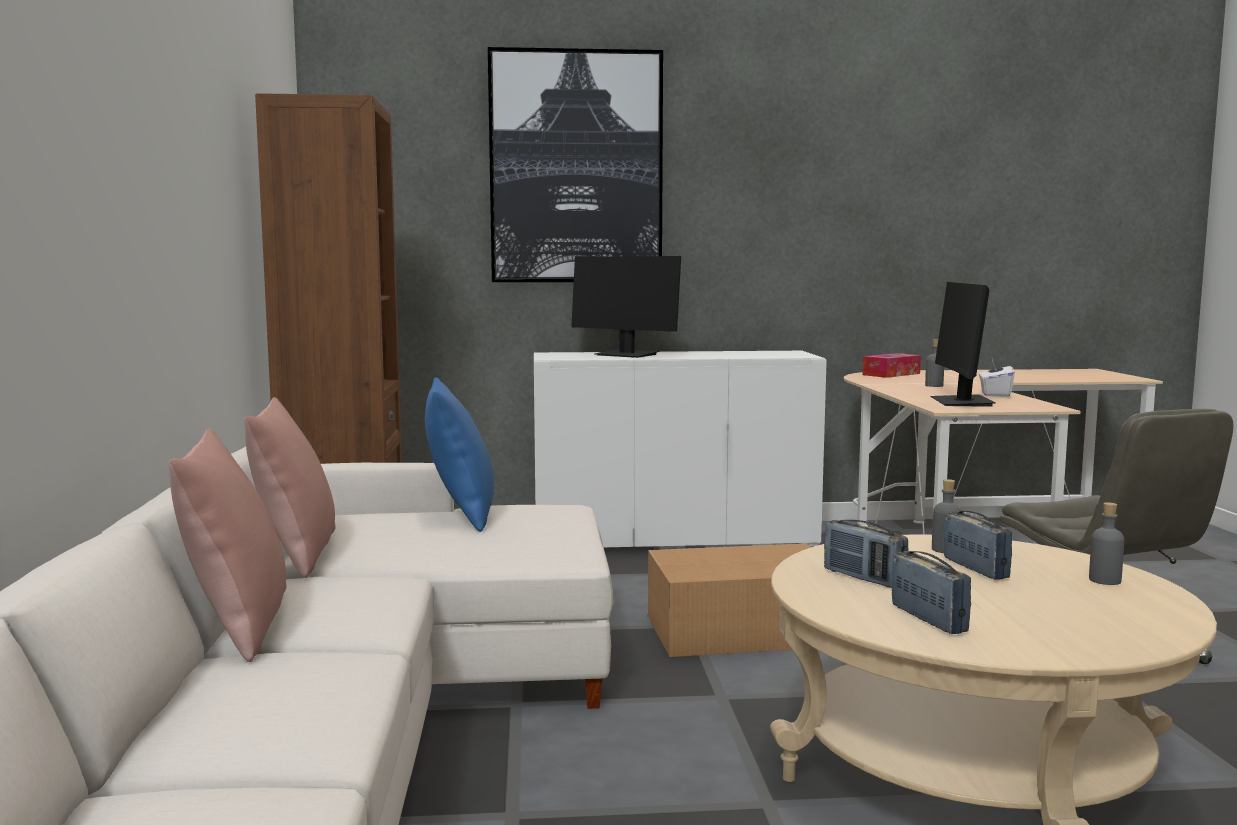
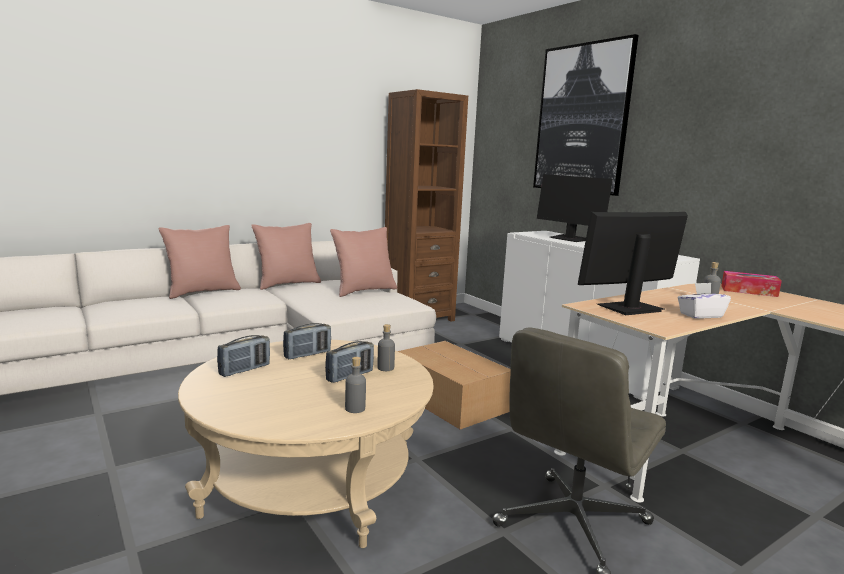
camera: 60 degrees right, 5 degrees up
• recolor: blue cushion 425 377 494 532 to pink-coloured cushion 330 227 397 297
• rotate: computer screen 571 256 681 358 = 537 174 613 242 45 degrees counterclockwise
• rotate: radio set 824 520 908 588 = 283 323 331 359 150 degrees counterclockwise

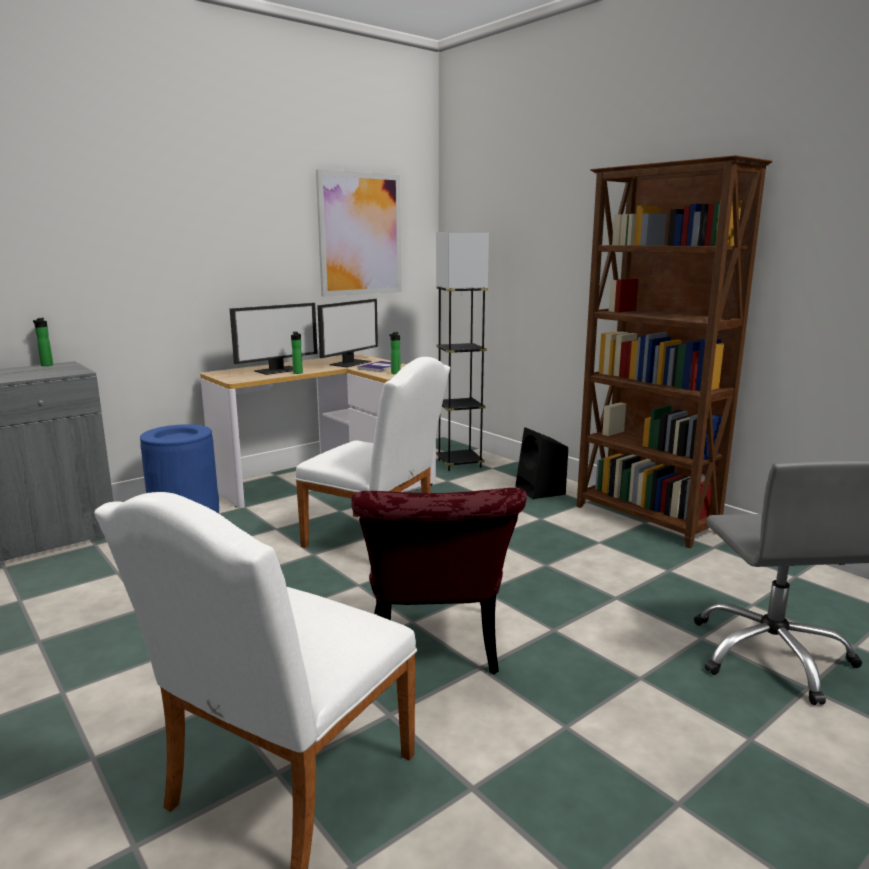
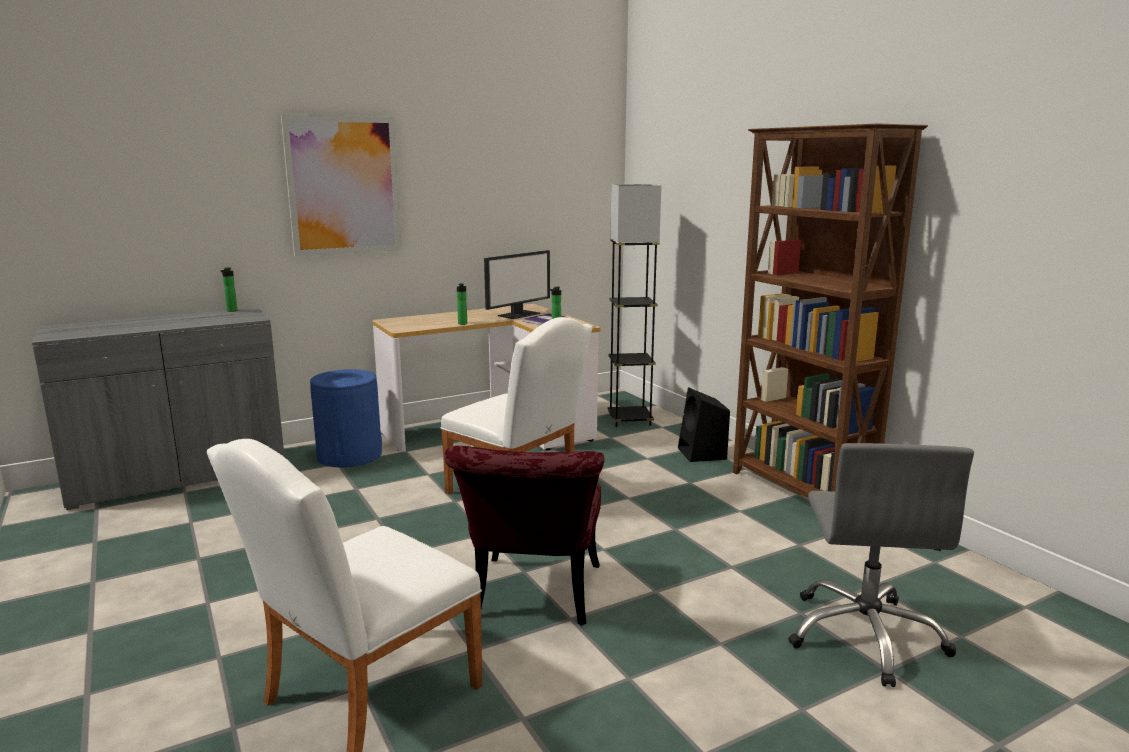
camera: 10 degrees right, 0 degrees up
• delete: computer screen 230 303 318 375
• move: wall art 316 169 401 297 to 281 114 402 256

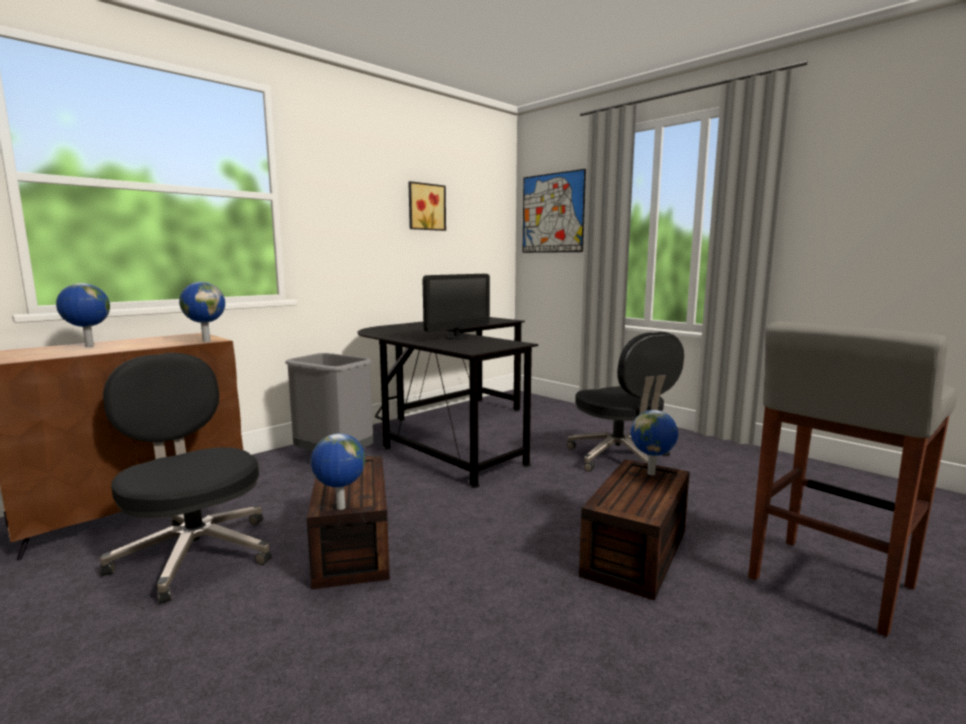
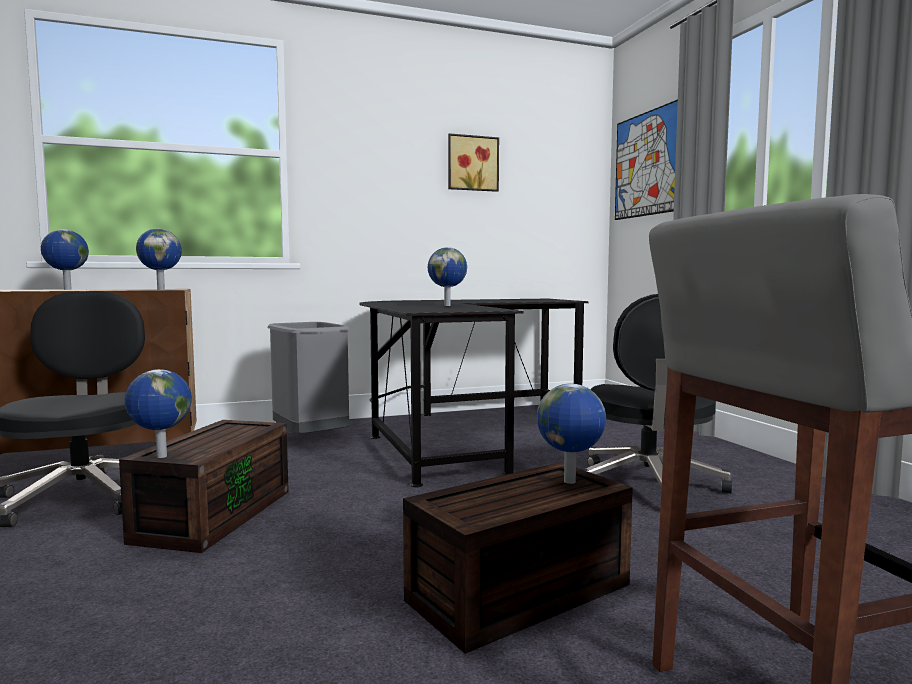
camera: 25 degrees right, 5 degrees down
• replace: computer screen 423 274 490 339 to globe 428 247 467 306

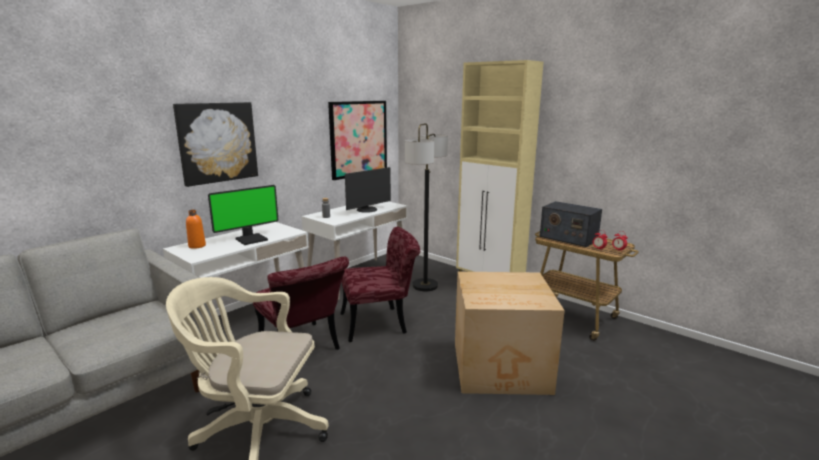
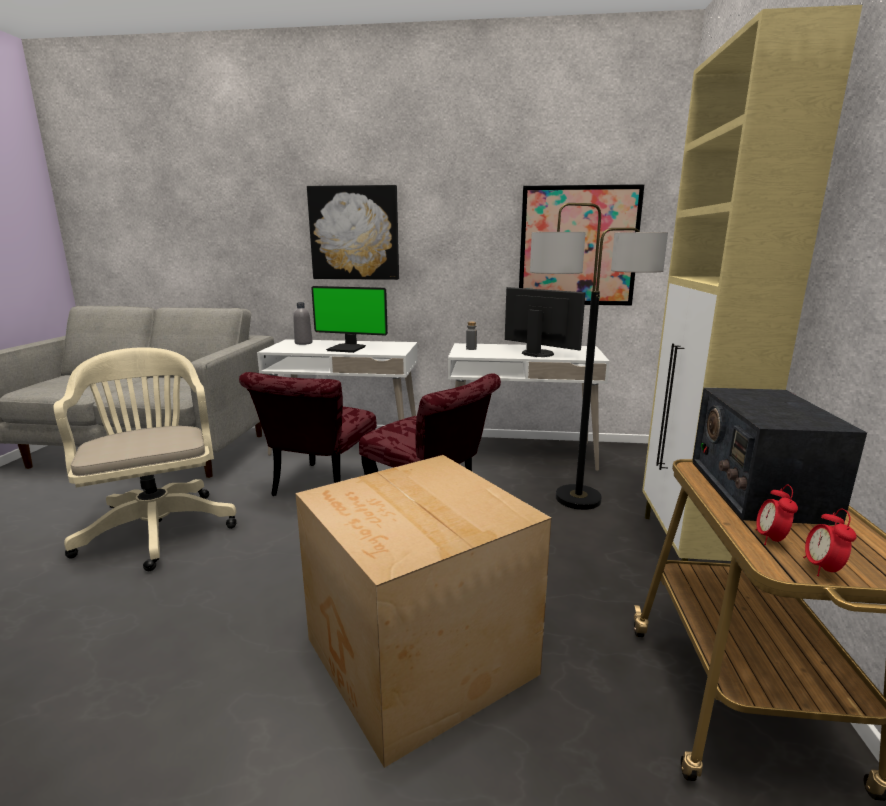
camera: 55 degrees right, 0 degrees up
• recolor: orange-coloured bottle 186 210 206 249 to greyish bottle 293 302 312 345
• rotate: computer screen 345 167 391 213 = 505 287 585 357 150 degrees counterclockwise

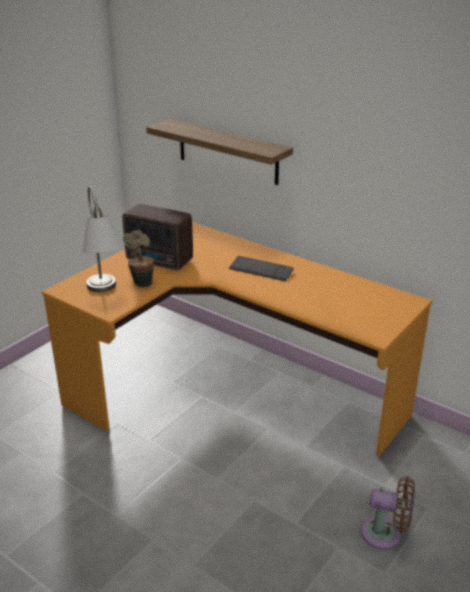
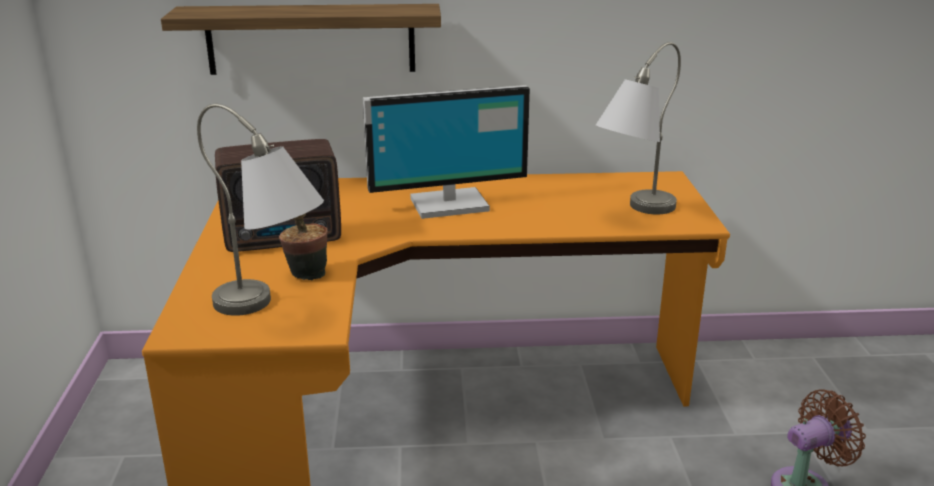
camera: 40 degrees left, 5 degrees down
• replace: keyboard 229 256 294 281 to computer screen 363 85 530 219
• insert: greyish tabletop lamp 596 42 681 214

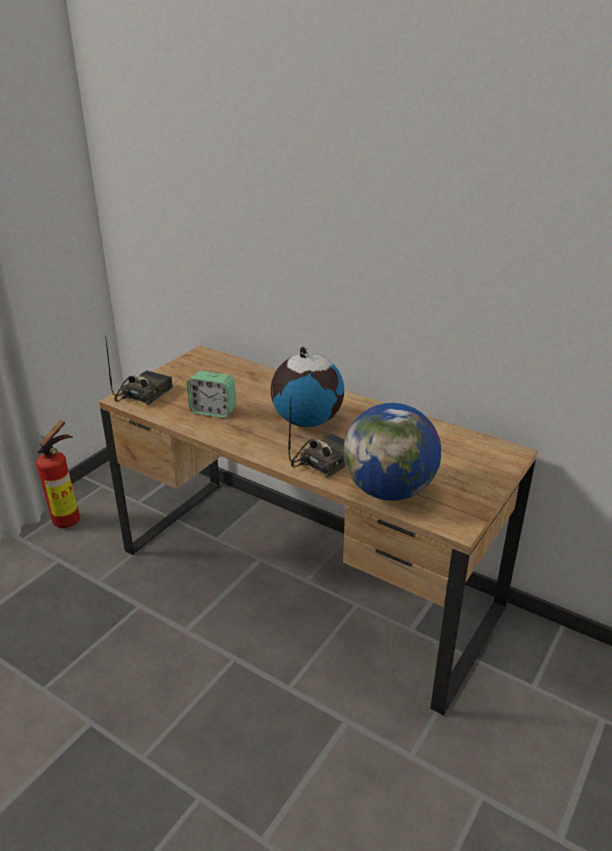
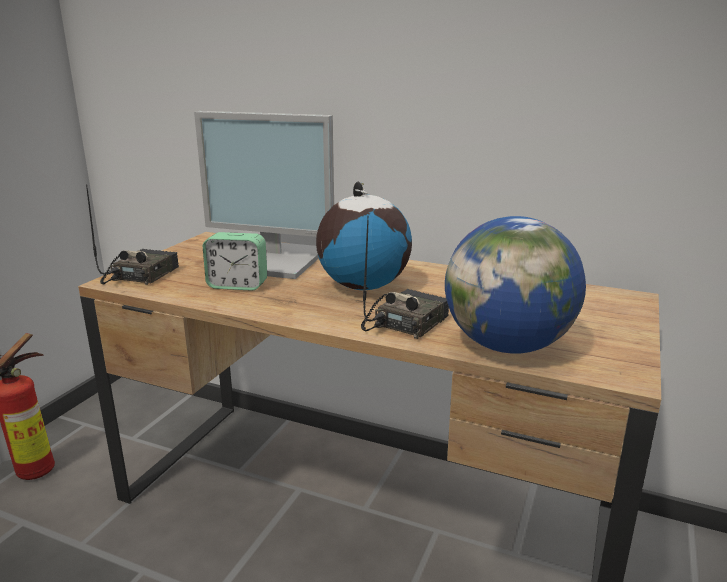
camera: 10 degrees left, 10 degrees down
• insert: computer screen 194 111 334 279

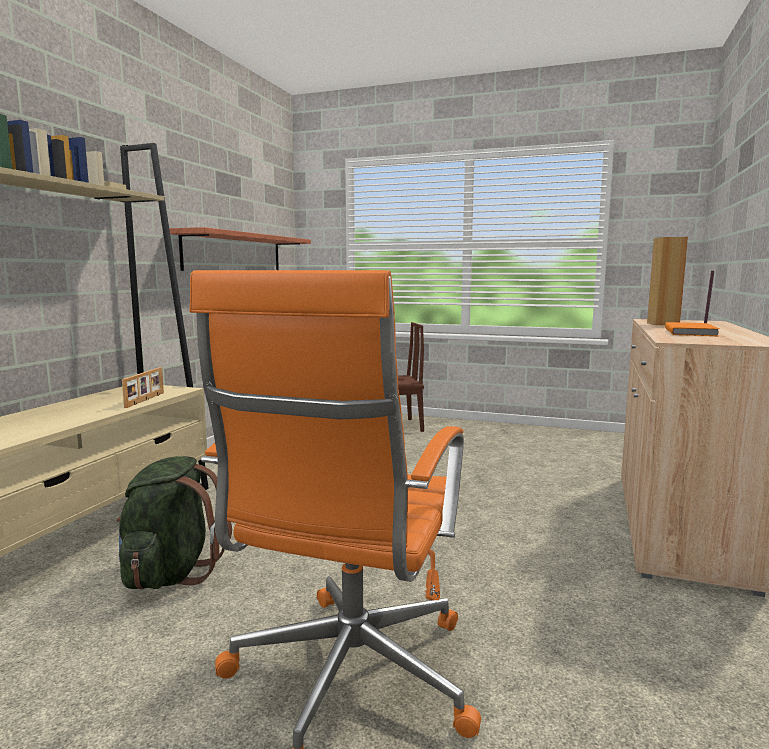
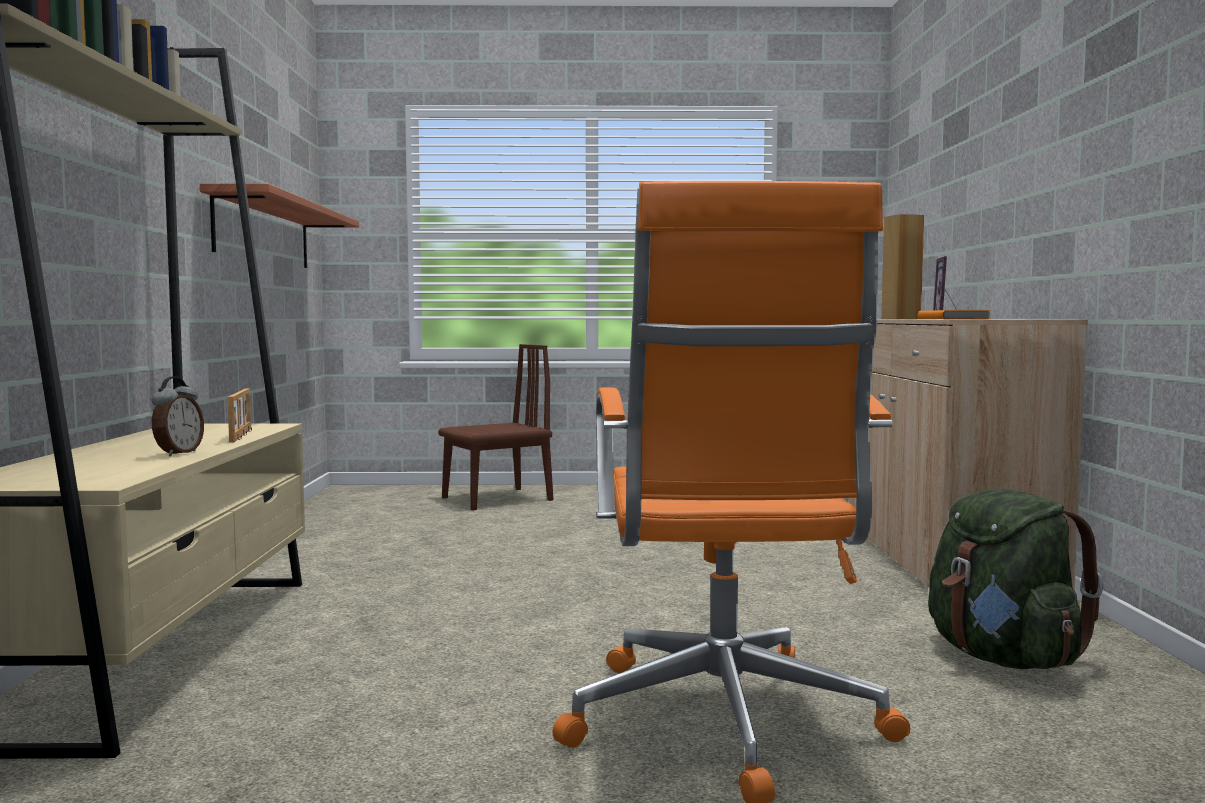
camera: 20 degrees left, 5 degrees down
• move: green-coloured rucksack 117 456 232 590 to 928 489 1104 669
• insert: bedside clock 152 376 204 456

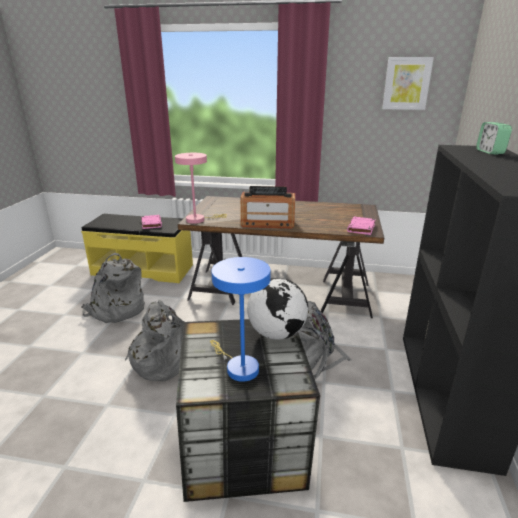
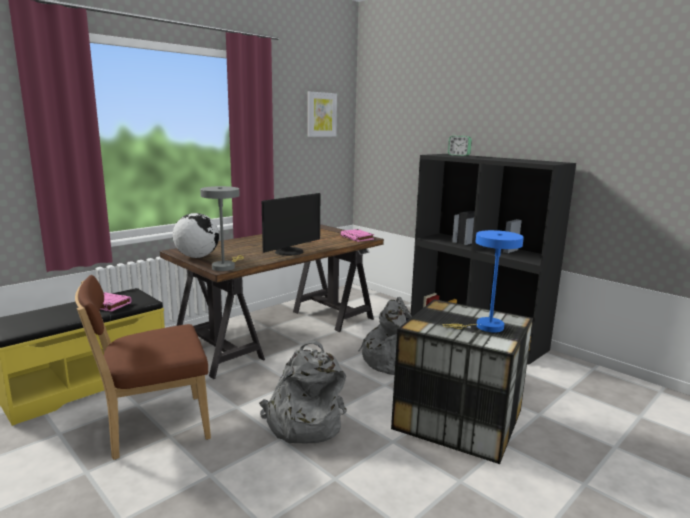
camera: 55 degrees left, 10 degrees down
• replace: greyish rucksack 82 253 145 323 to brownish chair 75 275 211 460
• recolor: pink-coloured tabletop lamp 175 153 227 224 to greyish tabletop lamp 200 186 244 271
• replace: radio set 240 186 295 229 to computer screen 262 193 320 256
• move: globe 247 278 308 340 to 173 213 219 258

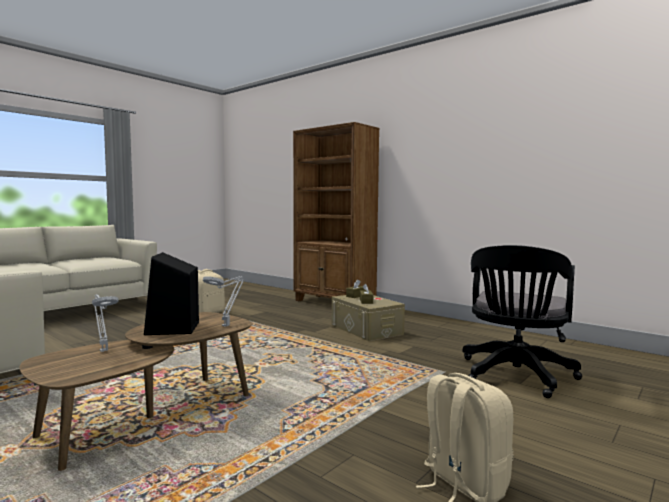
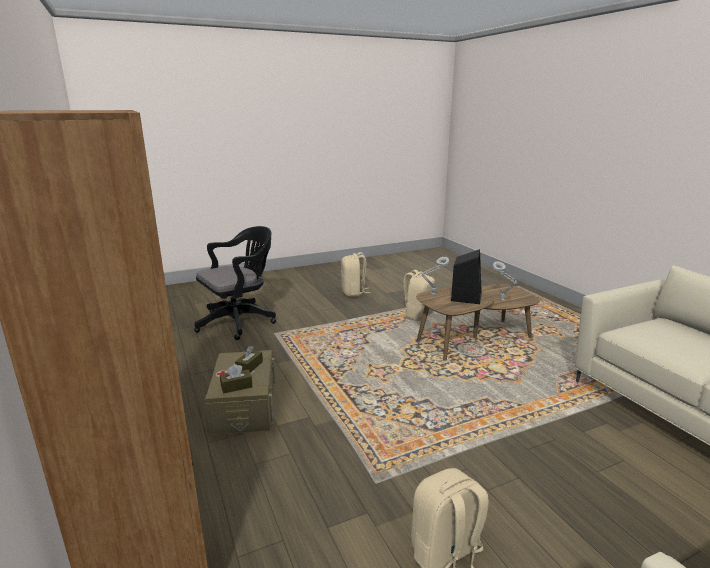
camera: 155 degrees left, 15 degrees up
• insert: sand-coloured rucksack 399 270 436 321

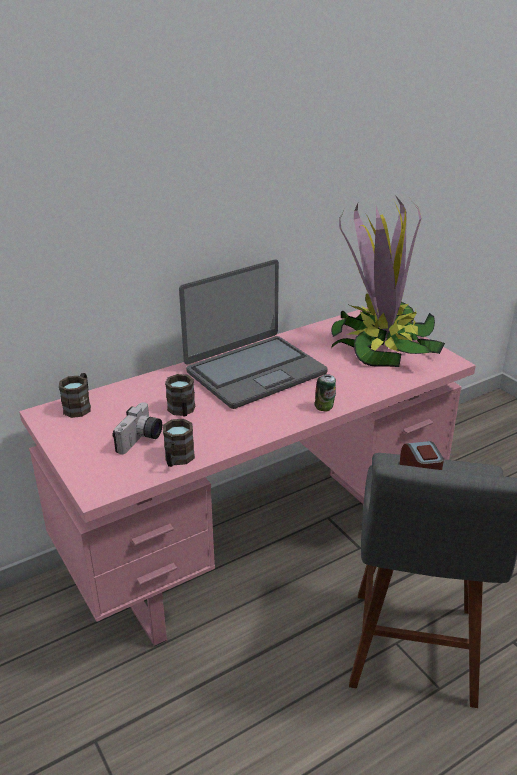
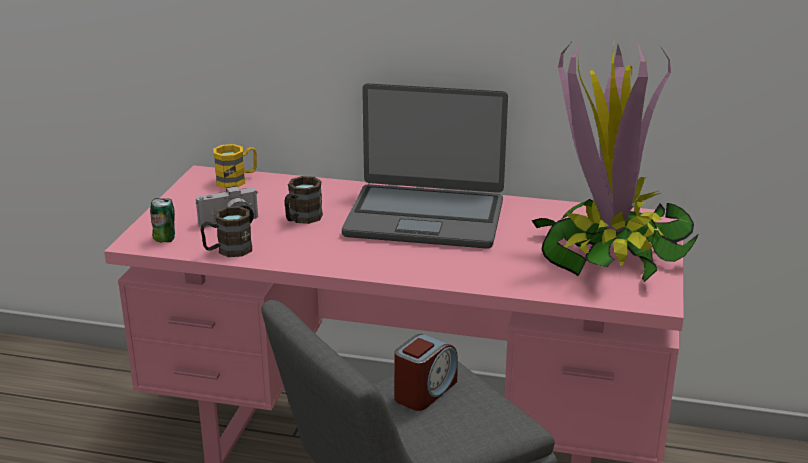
camera: 45 degrees right, 5 degrees down
• recolor: brownish coffee mug 59 373 91 418 to yellow-coloured coffee mug 213 144 257 188
• move: sealed can 314 374 336 411 to 150 198 175 242

